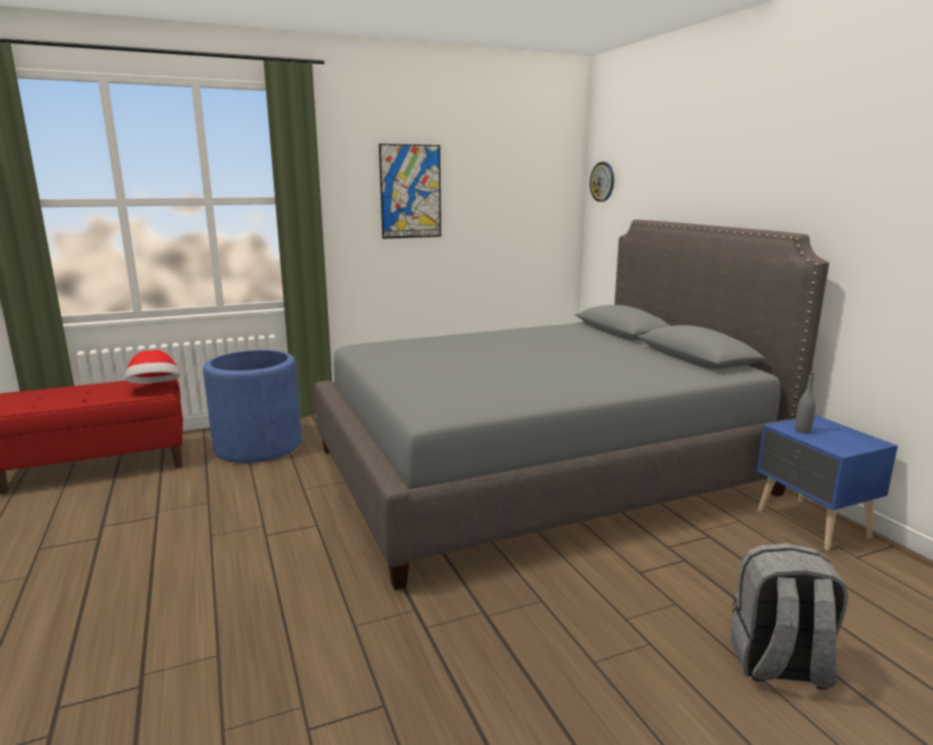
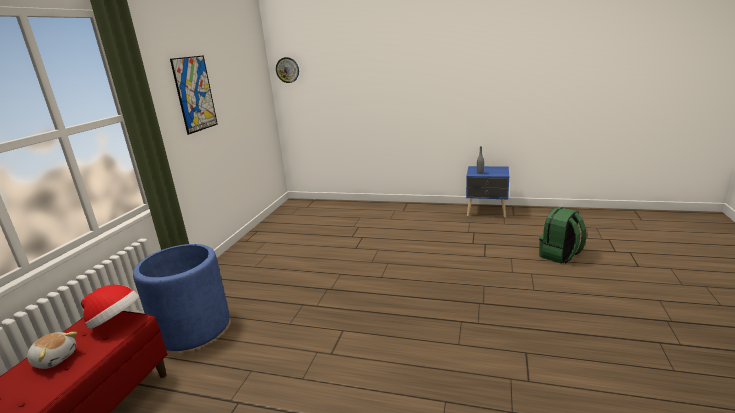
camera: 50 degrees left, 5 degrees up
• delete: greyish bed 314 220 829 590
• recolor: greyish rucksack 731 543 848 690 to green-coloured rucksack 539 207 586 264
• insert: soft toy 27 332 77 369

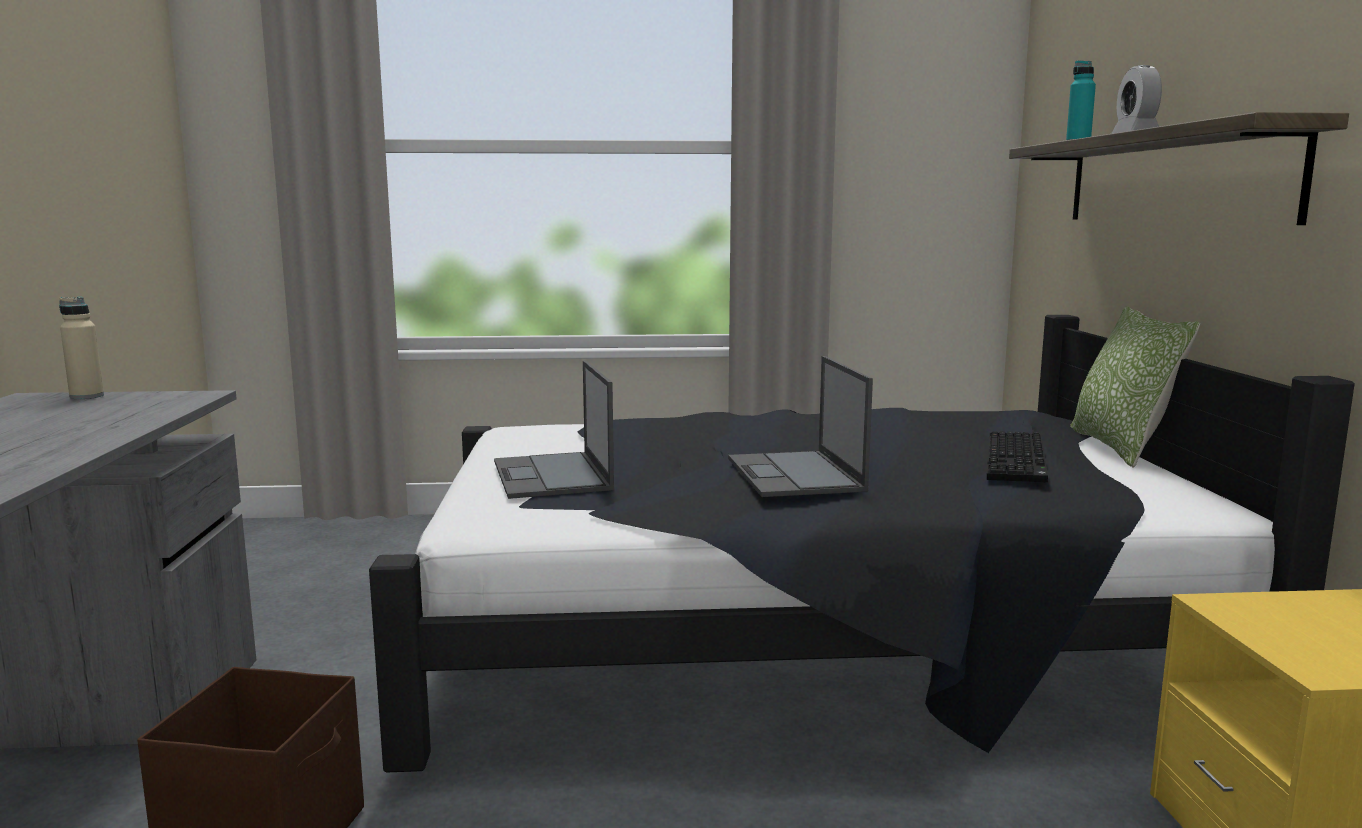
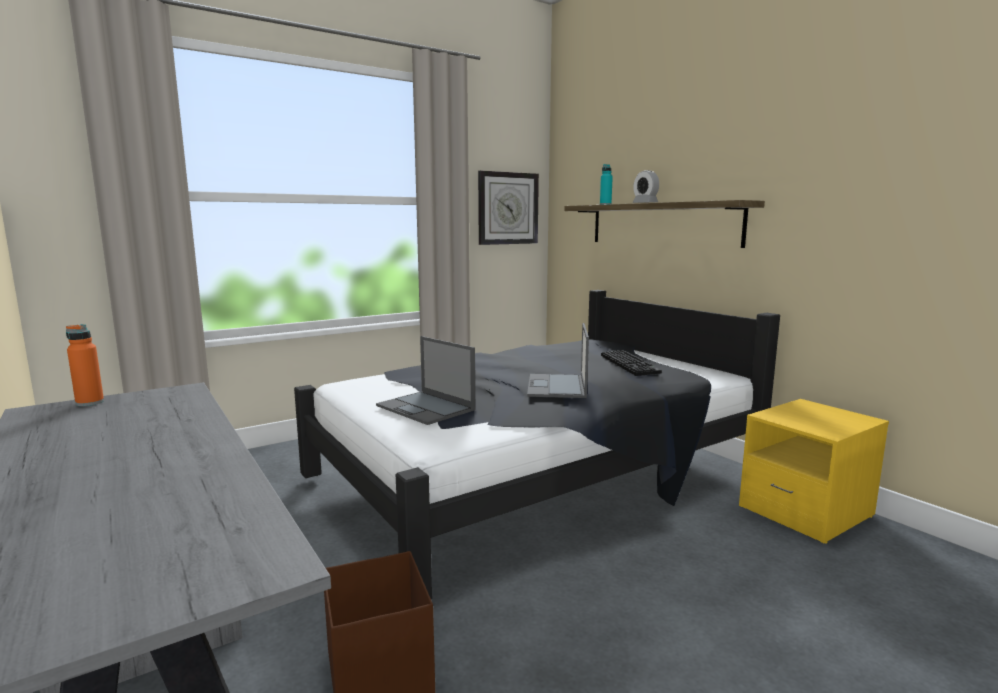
camera: 30 degrees left, 0 degrees up
• recolor: sand-coloured bottle 59 297 104 399 to orange-coloured bottle 66 324 104 406
• rotate: portable computer 728 356 873 497 = 527 323 589 398 45 degrees clockwise
• delete: cushion 1070 306 1200 468
• insert: clock on the wall 478 171 539 245

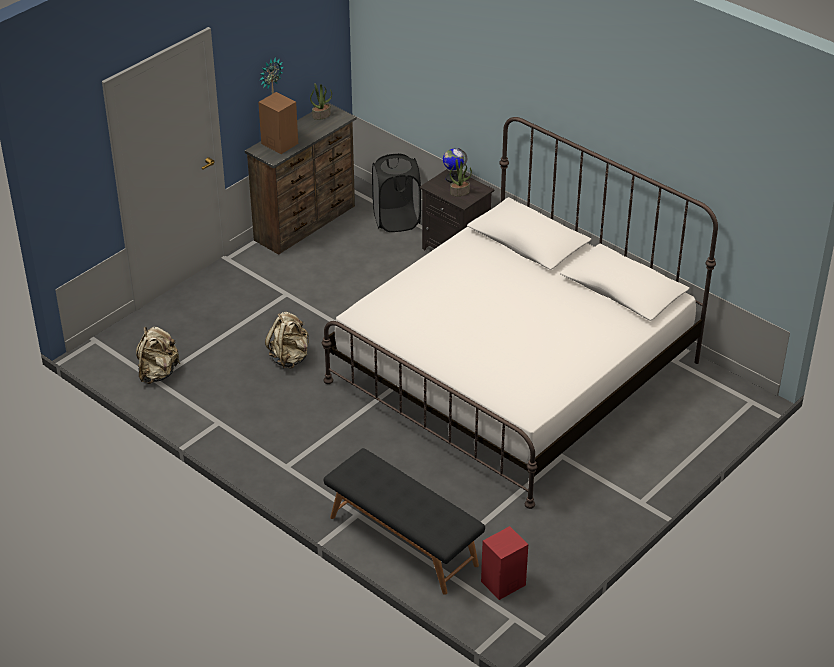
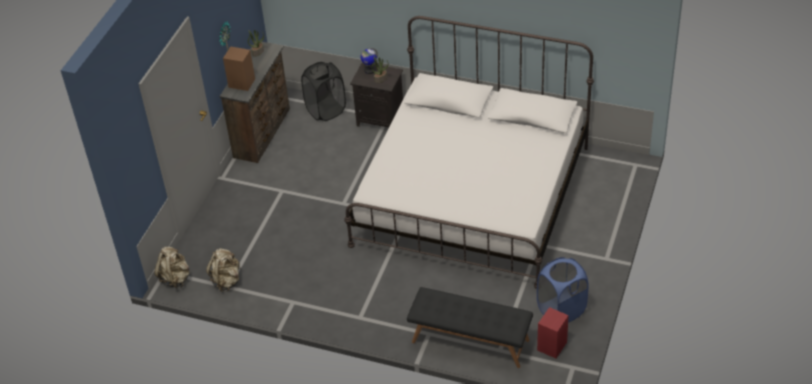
camera: 20 degrees left, 5 degrees up
• move: sand-coloured rucksack 265 312 309 369 to 154 247 189 288
• insert: blue hamper 537 257 588 323

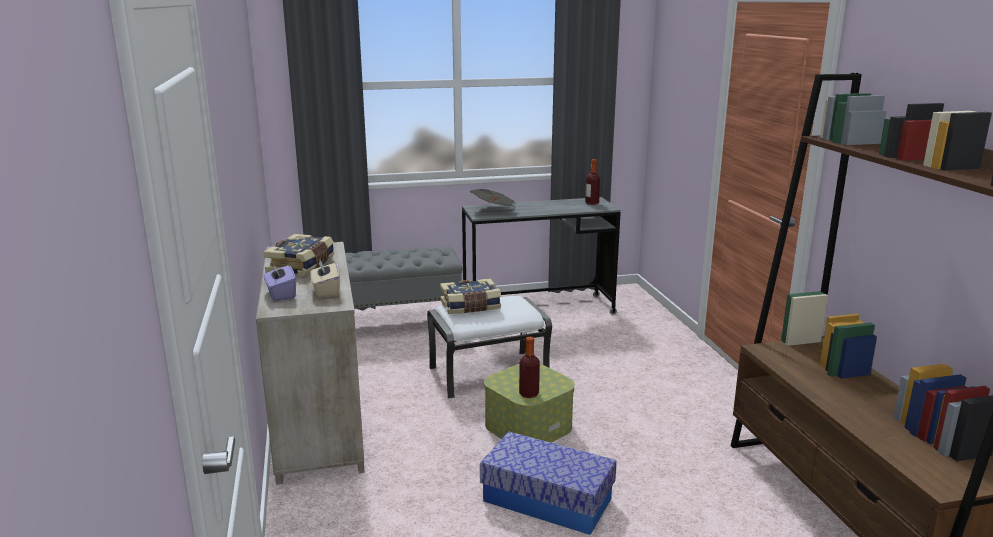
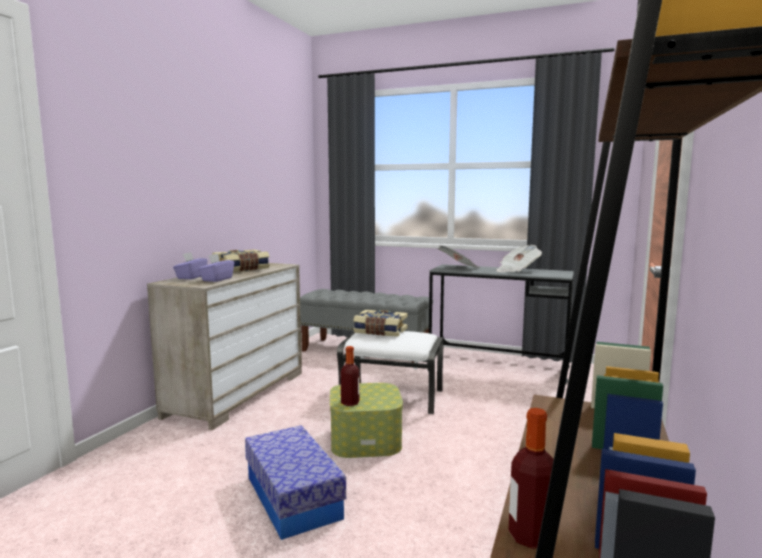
camera: 35 degrees right, 10 degrees down
• recolor: sand-coloured box of tissues 310 258 340 298 to purplish box of tissues 198 254 234 282
• move: bottle 585 159 600 205 to 508 408 554 549
• insert: printed paper 497 245 542 272

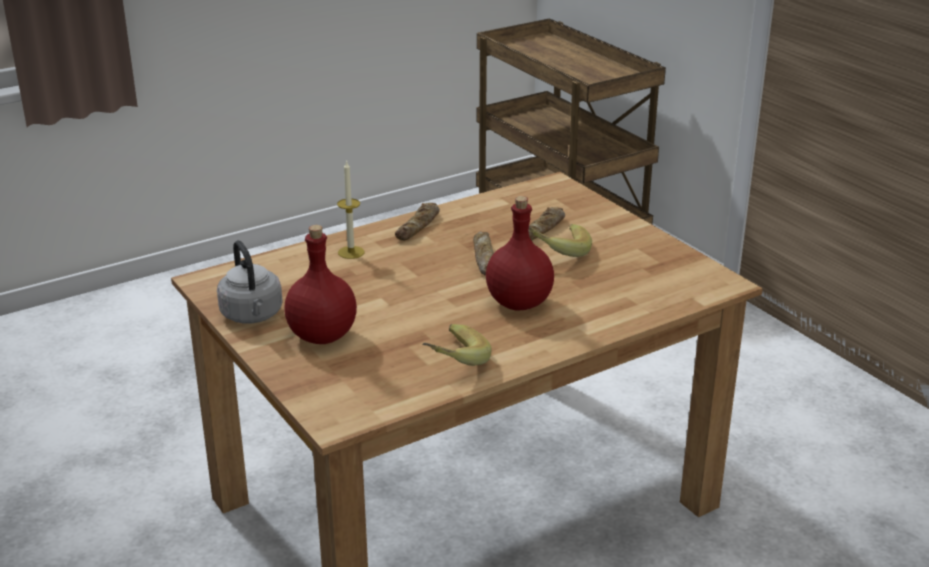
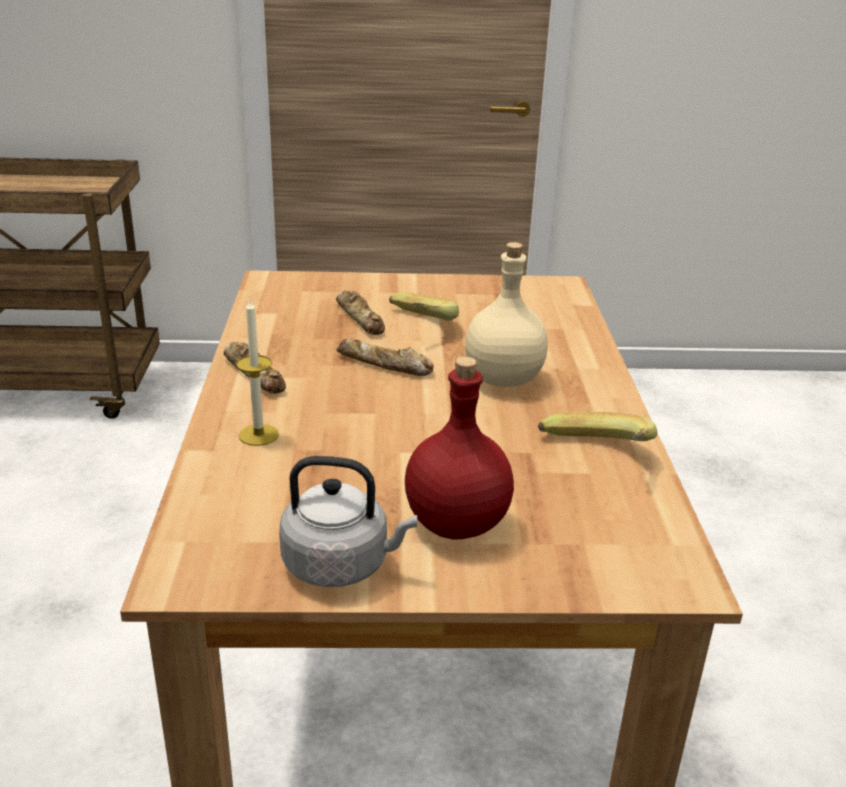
camera: 60 degrees left, 0 degrees up
• recolor: red-coloured bottle 486 196 554 311 to sand-coloured bottle 465 242 548 387

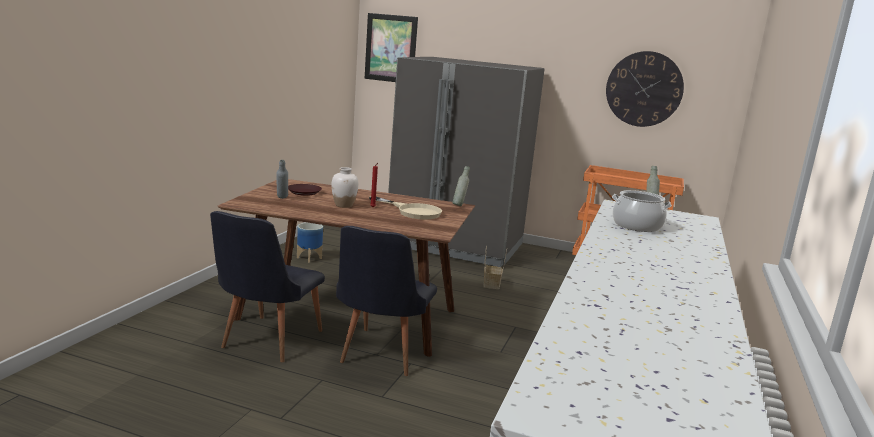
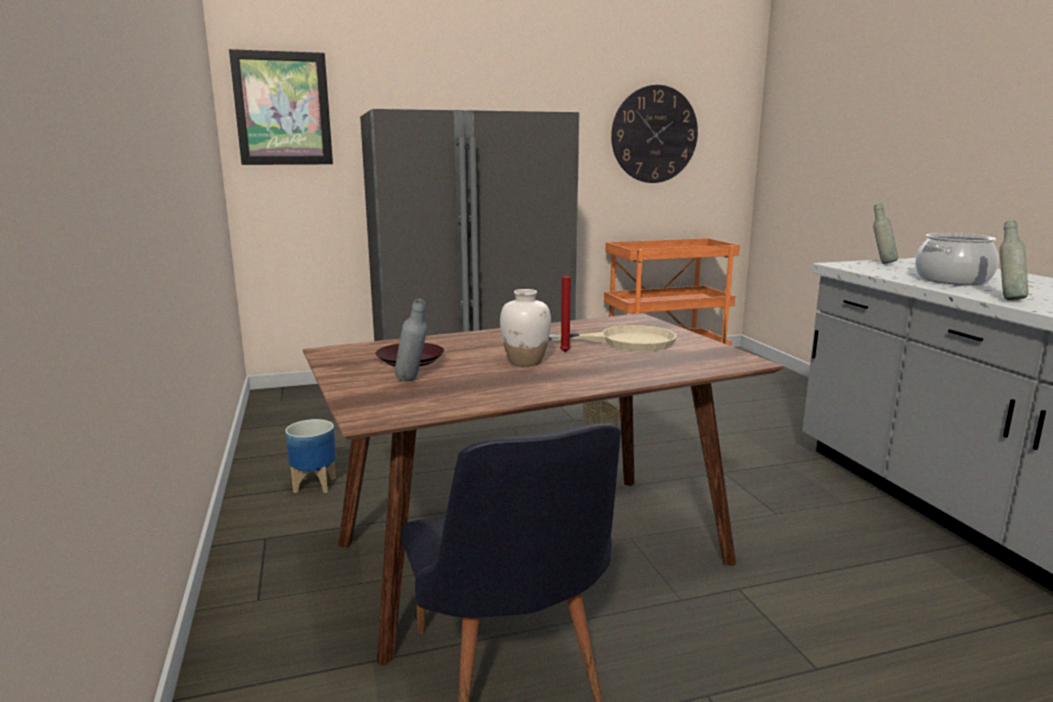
camera: 35 degrees left, 0 degrees up
• delete: black chair 336 226 437 376
• move: greyish bottle 452 166 470 206 to 999 221 1028 300

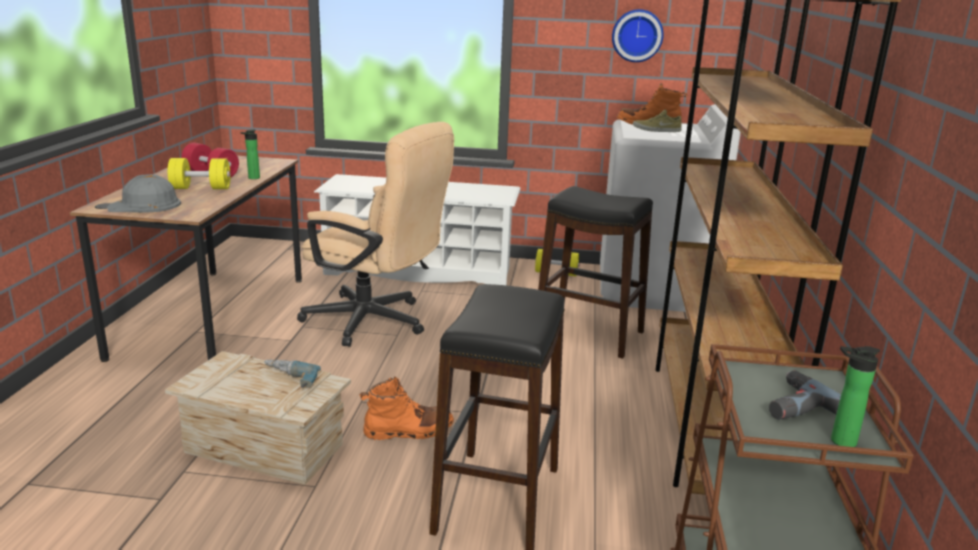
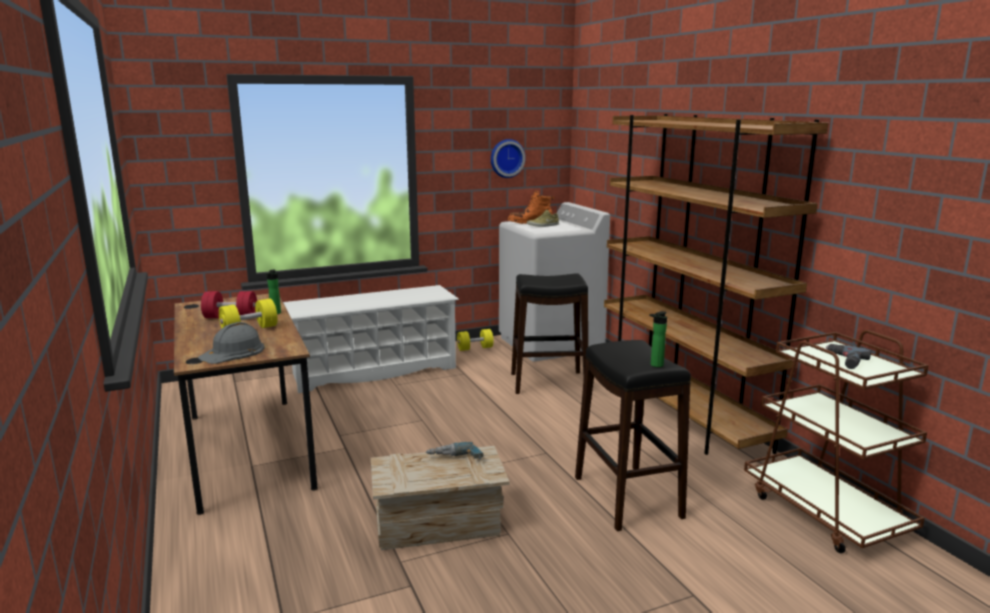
camera: 30 degrees left, 5 degrees down
• delete: sand-coloured desk chair 297 122 454 347
• delete: orange-coloured boot 360 377 454 440
• move: bottle 831 346 880 447 to 649 311 667 367

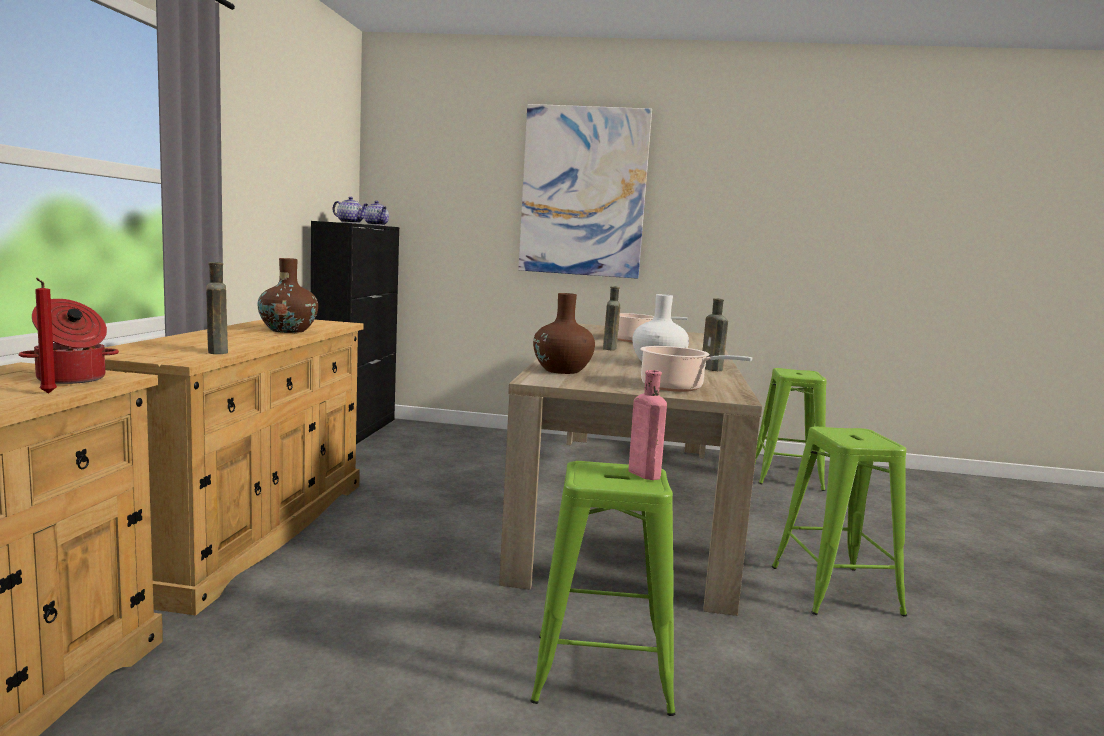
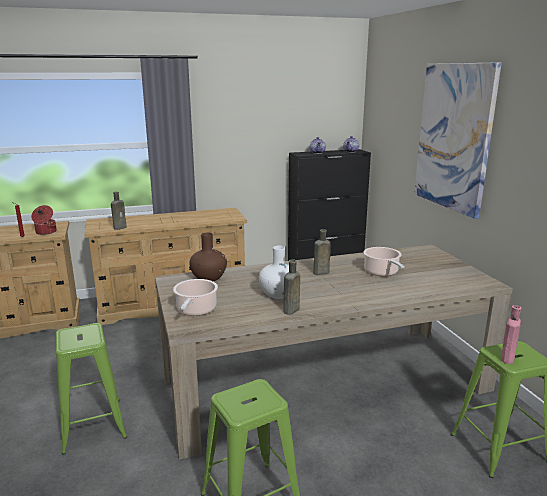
camera: 65 degrees right, 10 degrees up
• delete: brownish flower vase 257 258 318 333
• move: pink-coloured bottle 629 370 667 480 to 501 305 521 364

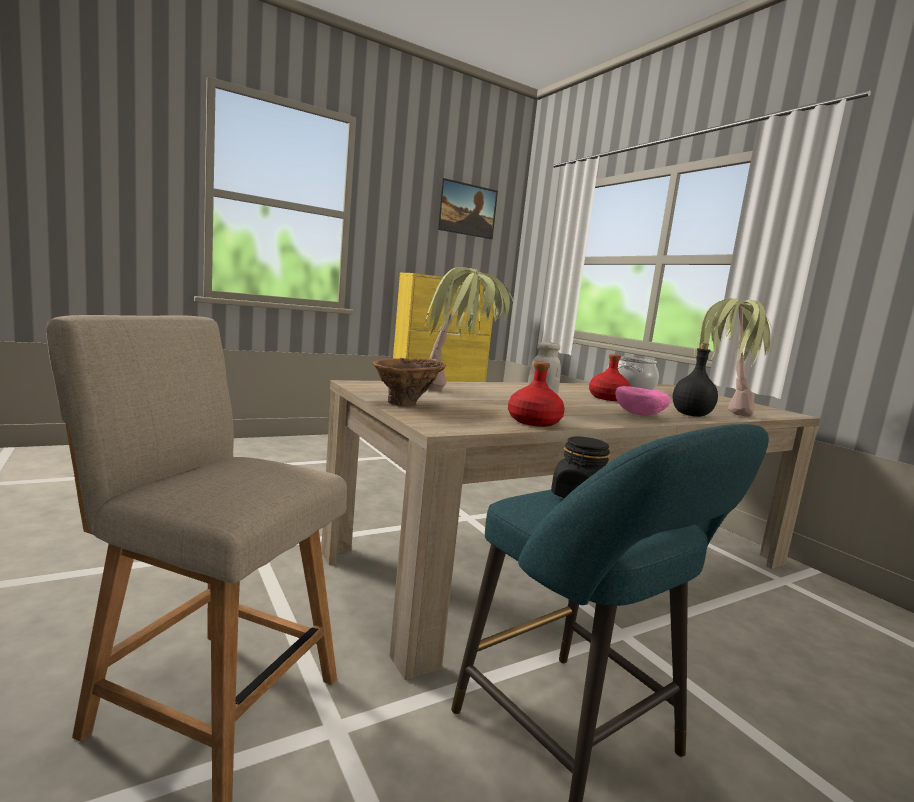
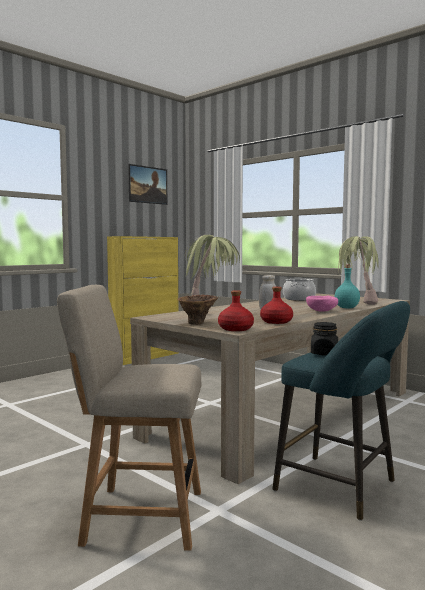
camera: 15 degrees left, 5 degrees down
• move: red-coloured bottle 589 354 631 401 to 218 290 254 331
• recolor: black bottle 673 343 718 417 to turquoise-coloured bottle 335 265 360 308

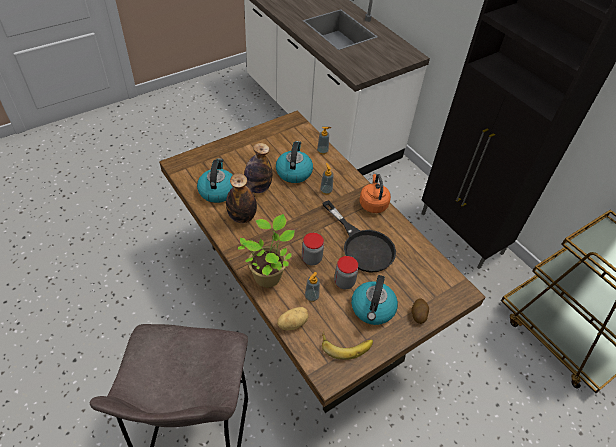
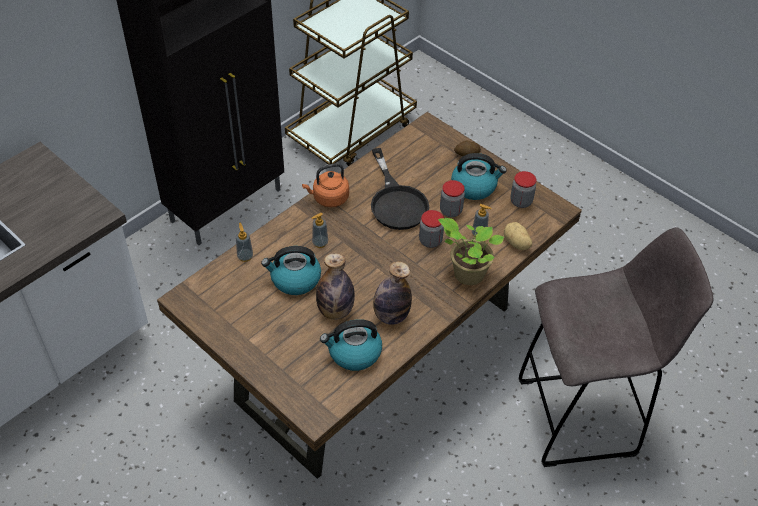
camera: 100 degrees left, 0 degrees up
• rotate: black skillet 322 200 396 273 = 371 148 429 230 120 degrees clockwise
• replace: banana fruit 322 331 373 360 to storage jar 510 171 536 208

